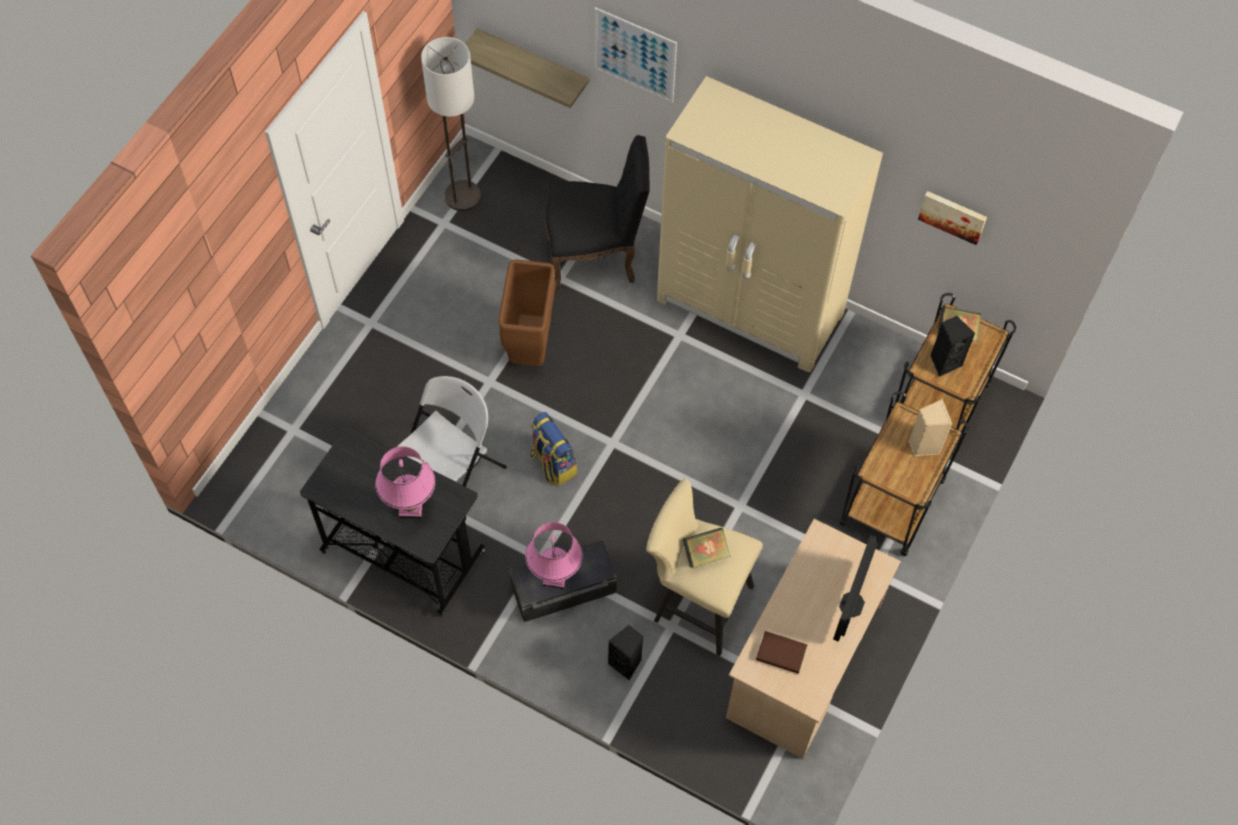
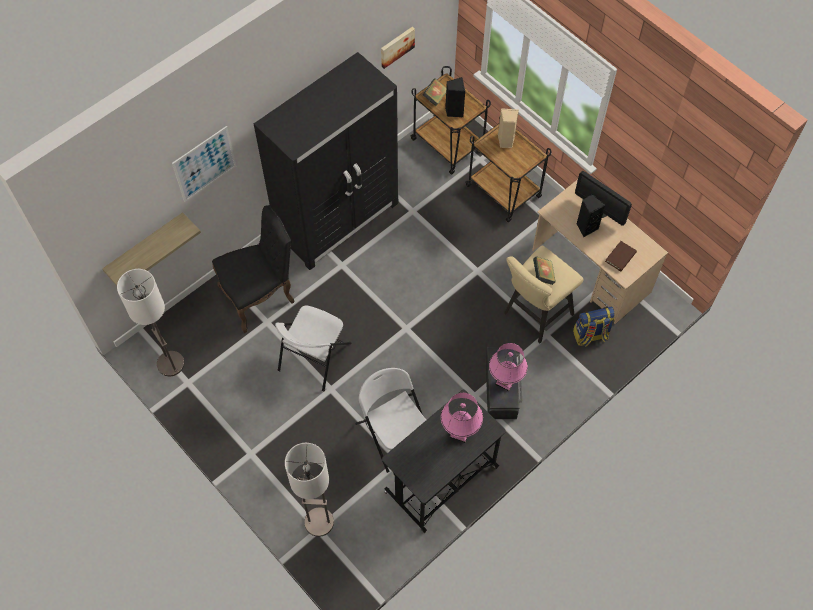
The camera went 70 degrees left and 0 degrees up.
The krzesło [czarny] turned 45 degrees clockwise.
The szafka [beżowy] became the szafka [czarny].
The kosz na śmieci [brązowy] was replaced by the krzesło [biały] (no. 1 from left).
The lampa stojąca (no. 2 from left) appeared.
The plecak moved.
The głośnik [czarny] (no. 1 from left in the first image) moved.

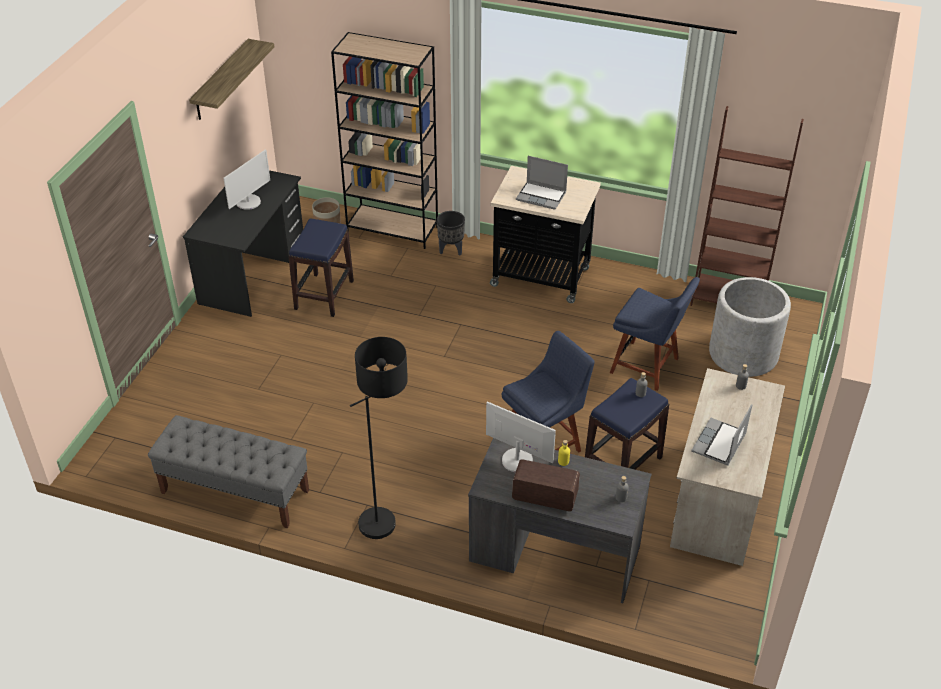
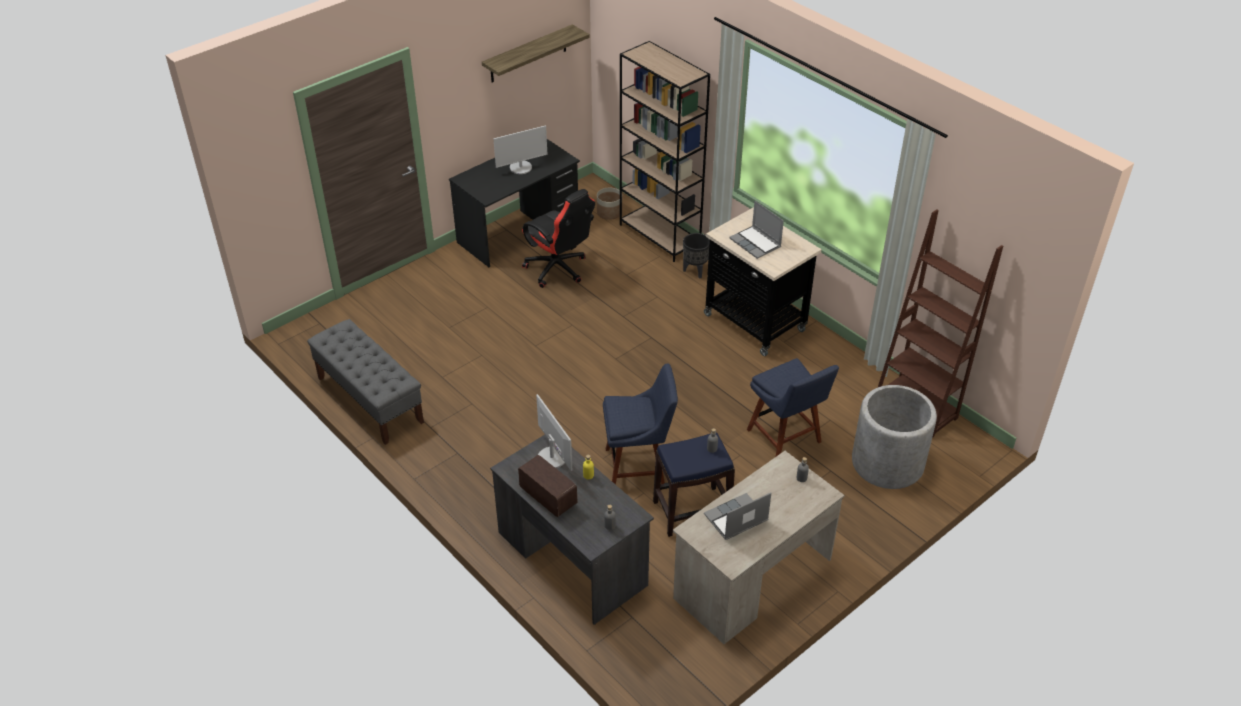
The camera went 30 degrees right and 0 degrees up.
The stołek (no. 1 from left) was replaced by the krzesło biurowe [czarny].
The lampa stojąca [czarny] disappeared.

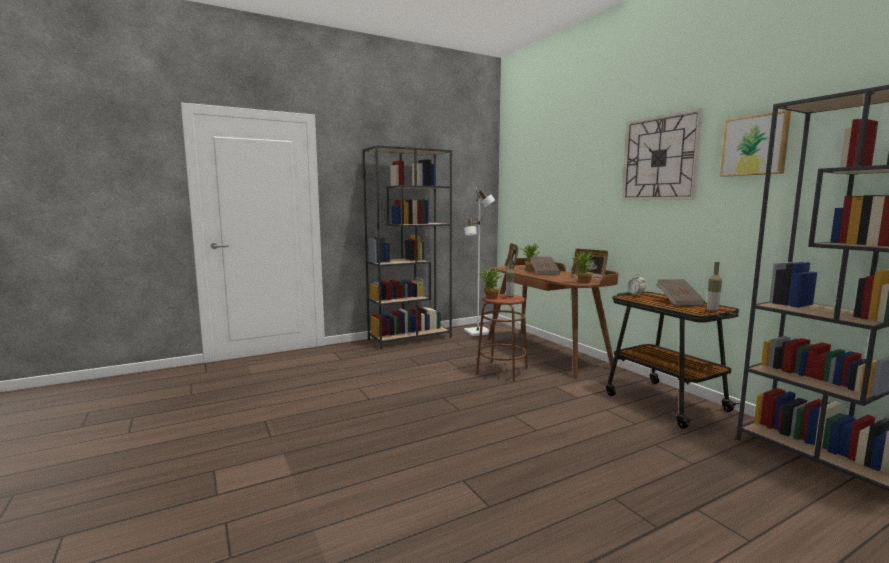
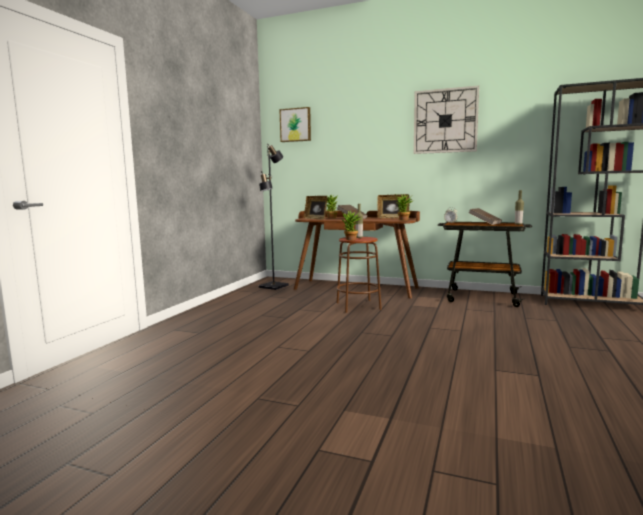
The camera went 40 degrees left and 0 degrees up.
The lampa stojąca [biały] became the lampa stojąca [czarny].
The obraz moved.
The regał (no. 1 from left) disappeared.

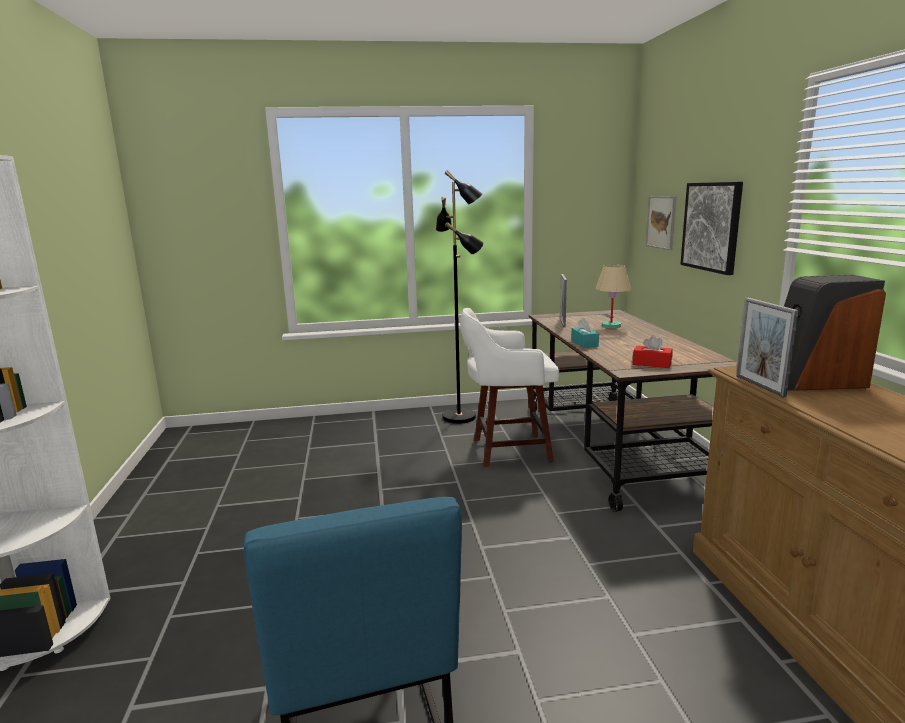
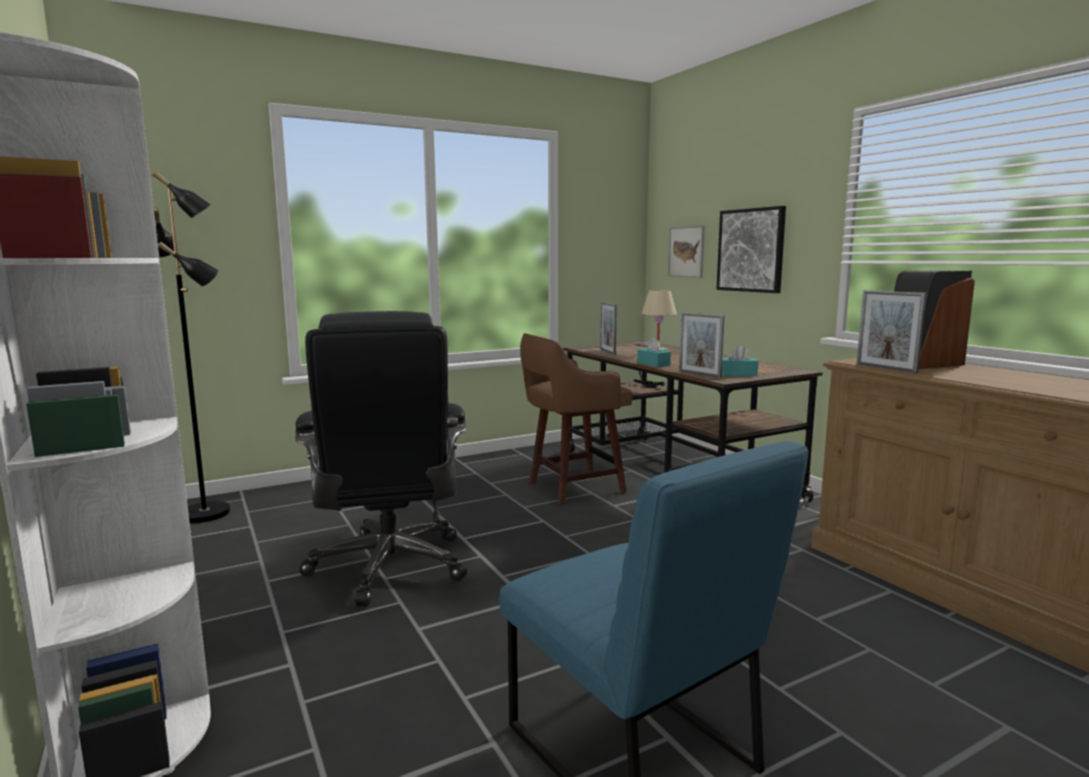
The camera went 20 degrees left and 5 degrees down.
The lampa stojąca [czarny] moved.
The krzesło biurowe [czarny] appeared.
The stołek [biały] became the stołek [brązowy].
The ramka na zdjęcie (no. 2 from left) appeared.
The pudełko chusteczek [czerwony] became the pudełko chusteczek [turkusowy] (no. 2 from left).

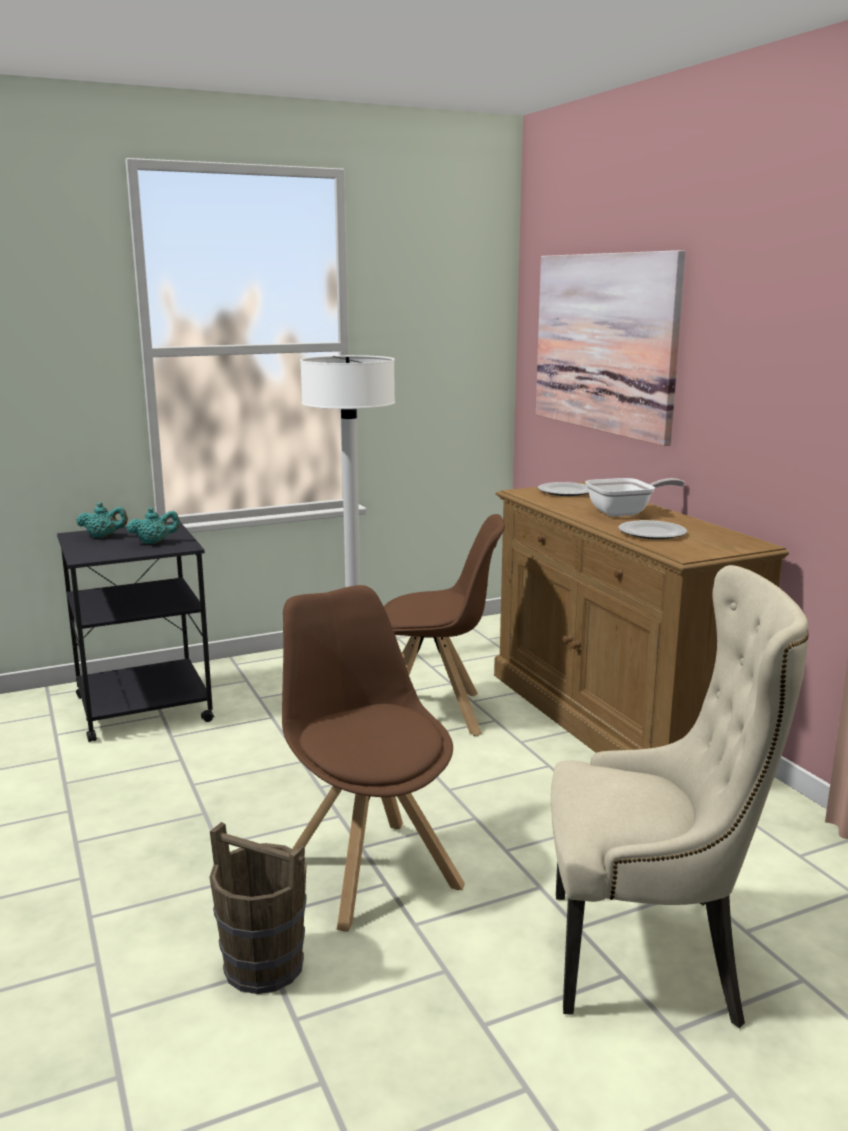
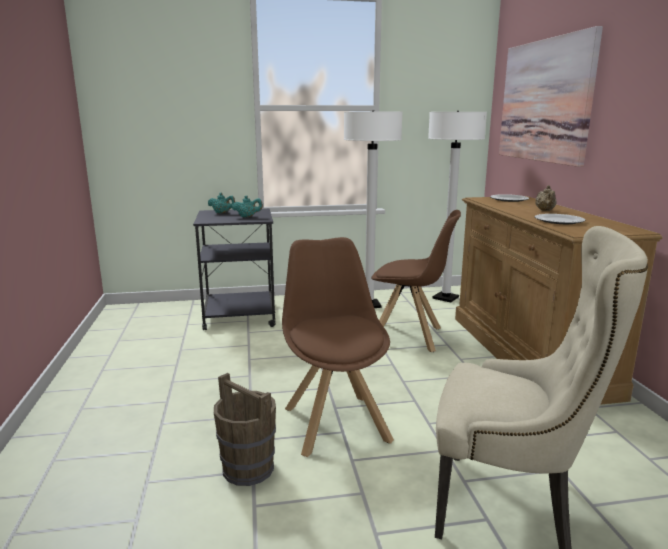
The camera went 15 degrees right and 0 degrees up.
The lampa stojąca [biały] (no. 2 from left) appeared.
The patelnia was replaced by the imbryk [beżowy].

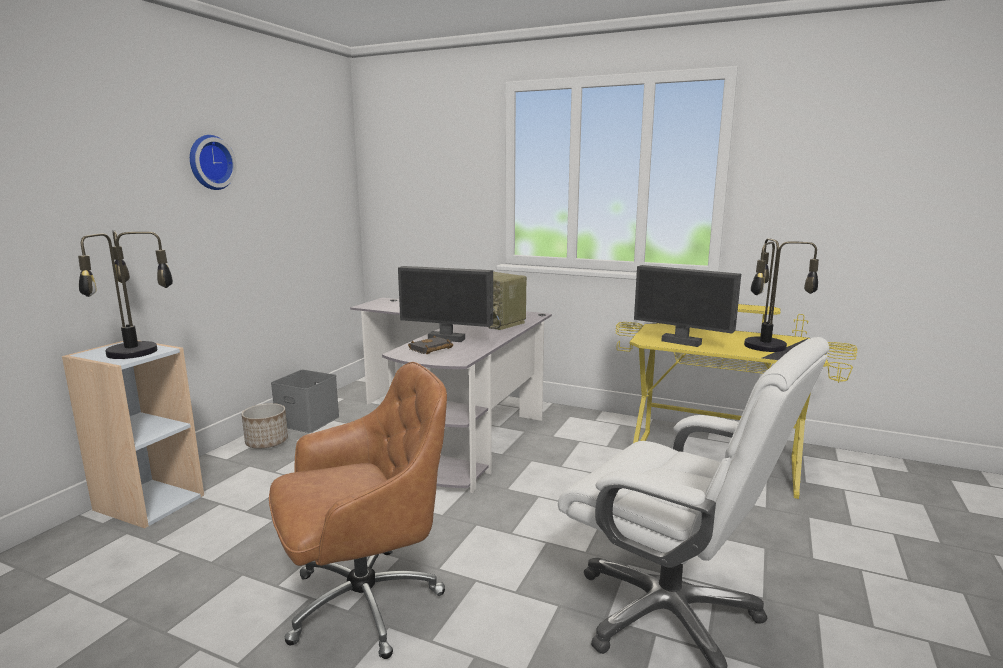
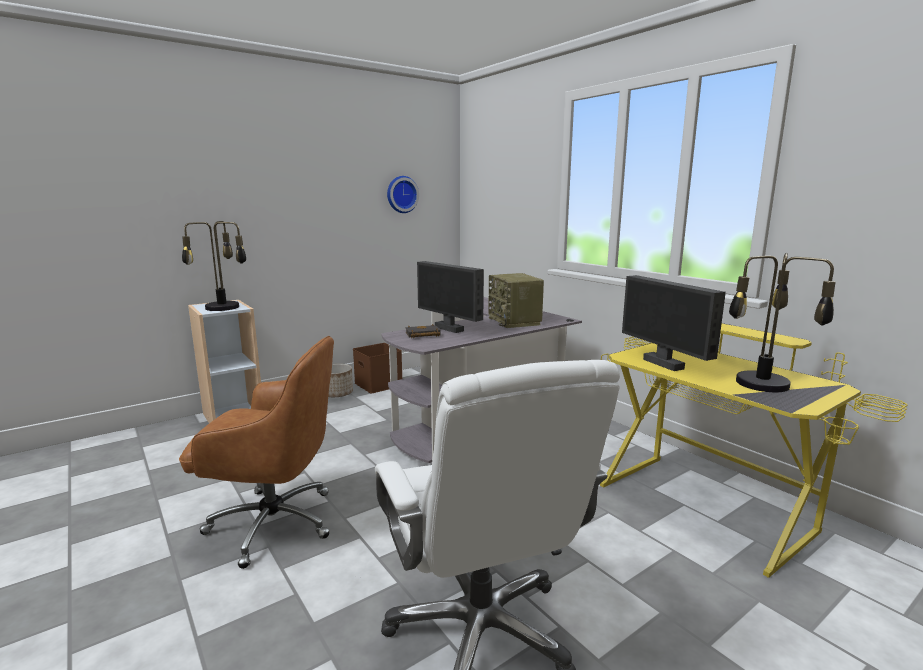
The camera went 30 degrees right and 0 degrees up.
The pojemnik do przechowywania [szary] became the pojemnik do przechowywania [brązowy].
The zegar ścienny moved.

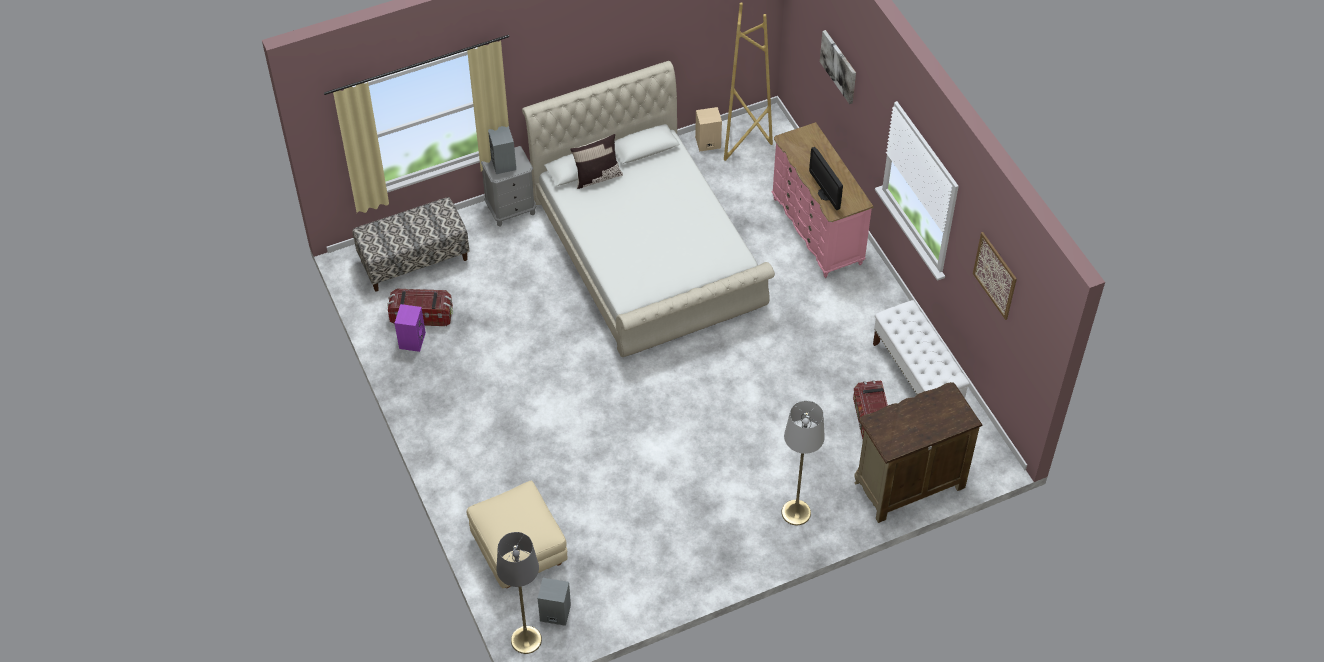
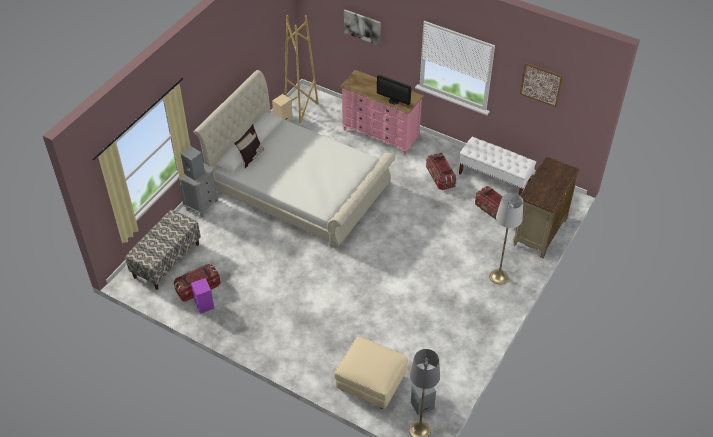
The camera went 35 degrees left and 5 degrees down.
The pojemnik do przechowywania (no. 2 from left) appeared.

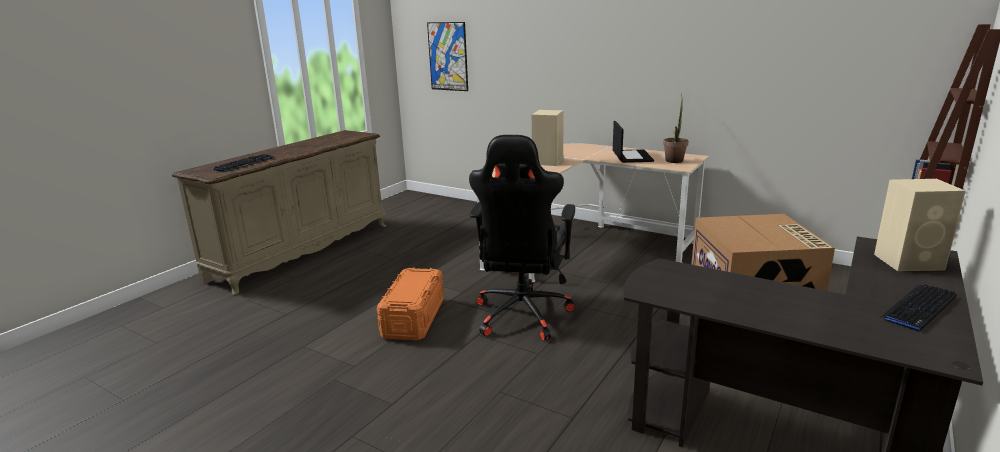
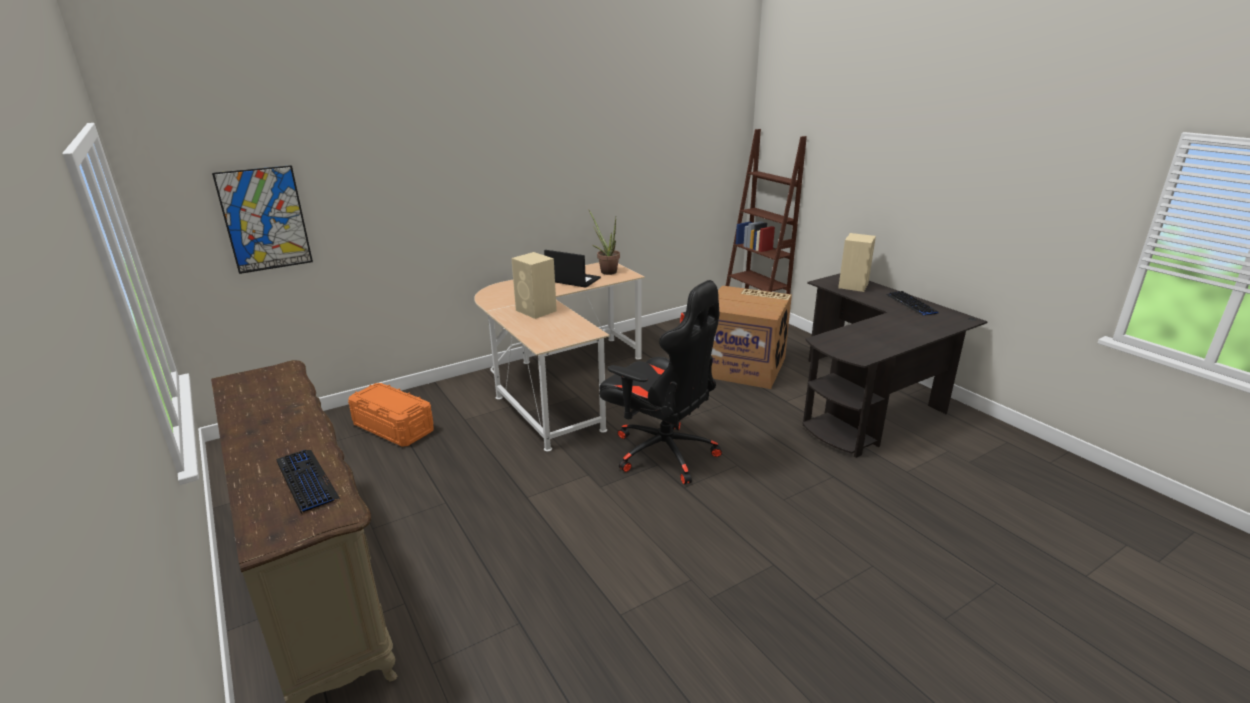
The camera went 65 degrees left and 5 degrees up.
The pojemnik do przechowywania [pomarańczowy] moved.

